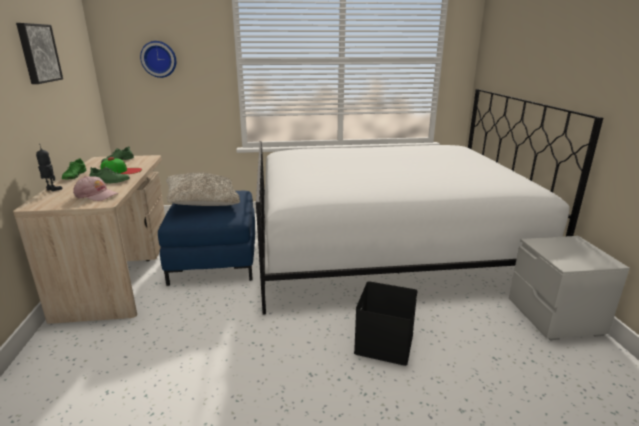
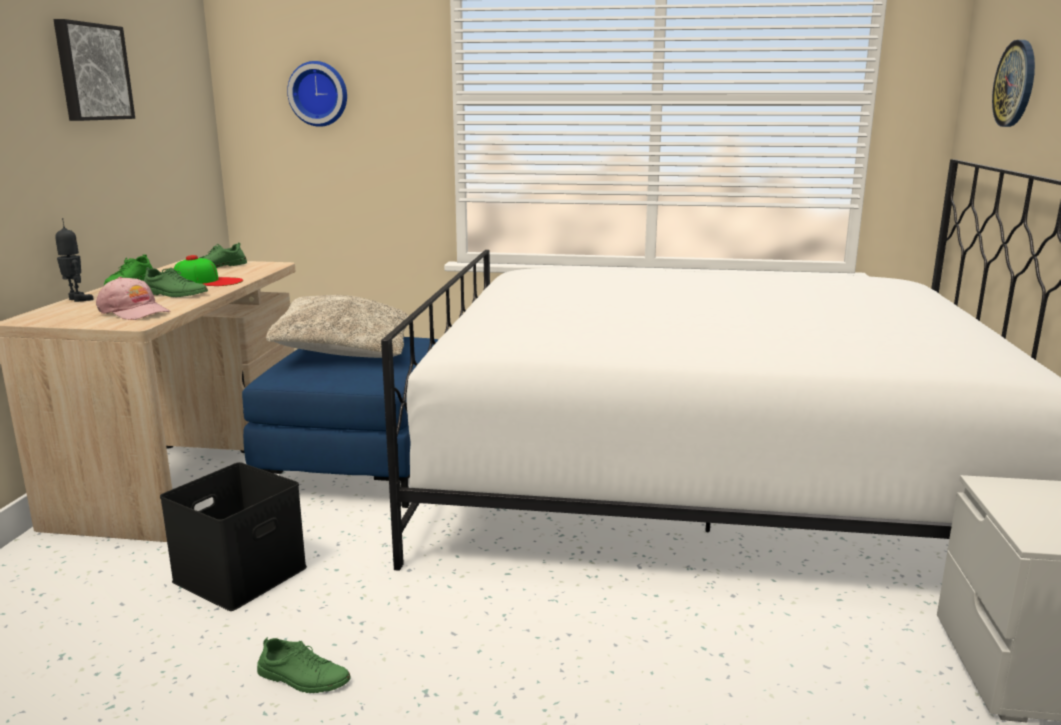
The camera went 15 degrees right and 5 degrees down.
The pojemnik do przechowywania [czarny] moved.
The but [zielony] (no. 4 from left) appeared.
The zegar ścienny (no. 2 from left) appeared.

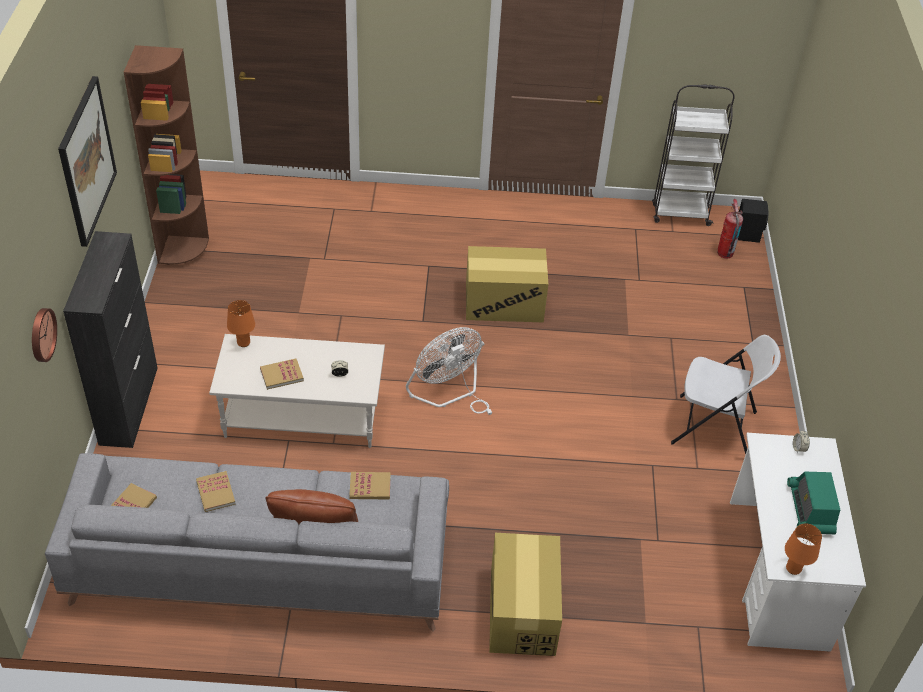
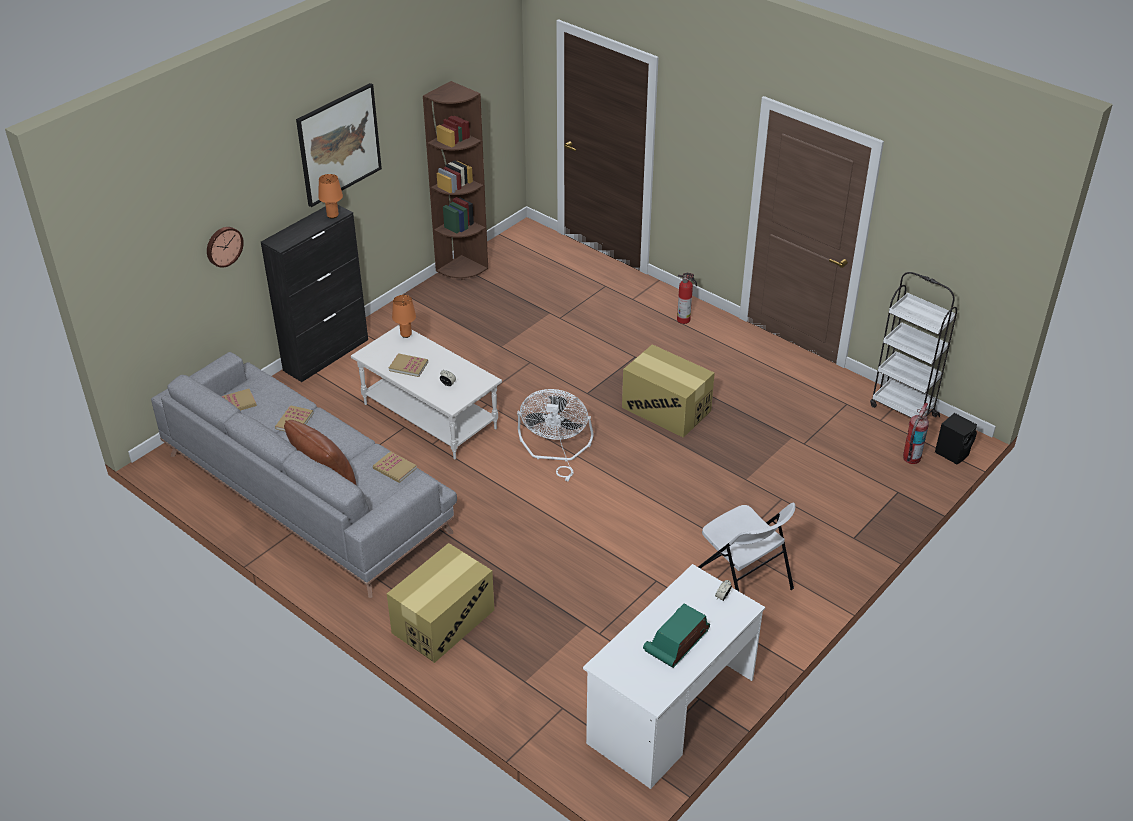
The camera went 40 degrees right and 5 degrees down.
The lampa stołowa [pomarańczowy] (no. 2 from left in the first image) moved.
The gaśnica (no. 1 from left) appeared.

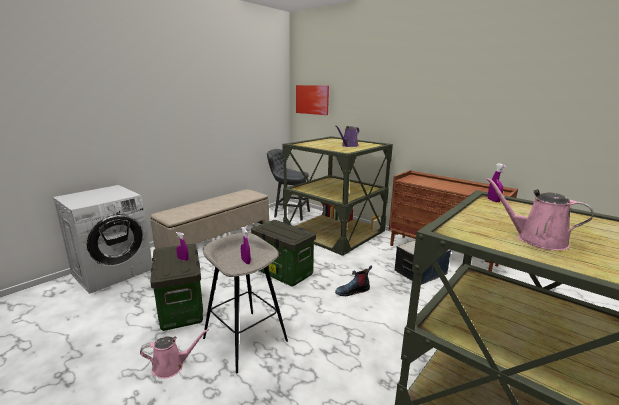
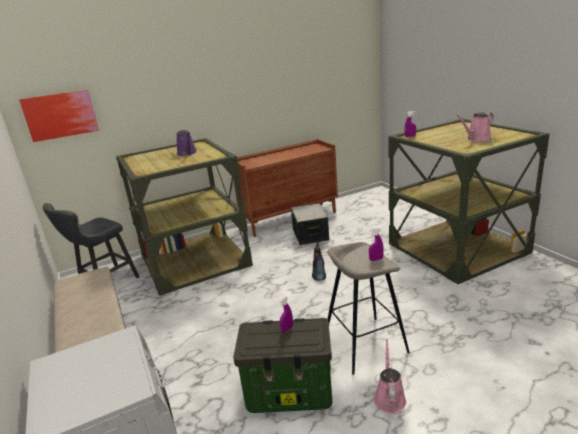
The camera went 65 degrees left and 5 degrees up.
The pojemnik do przechowywania (no. 2 from left) disappeared.

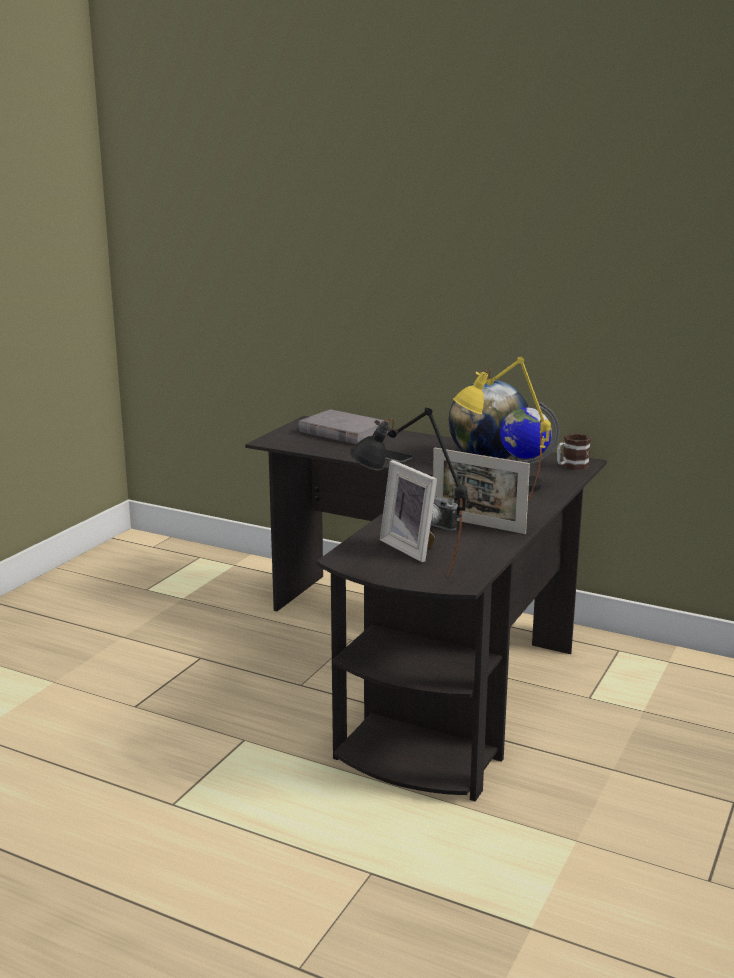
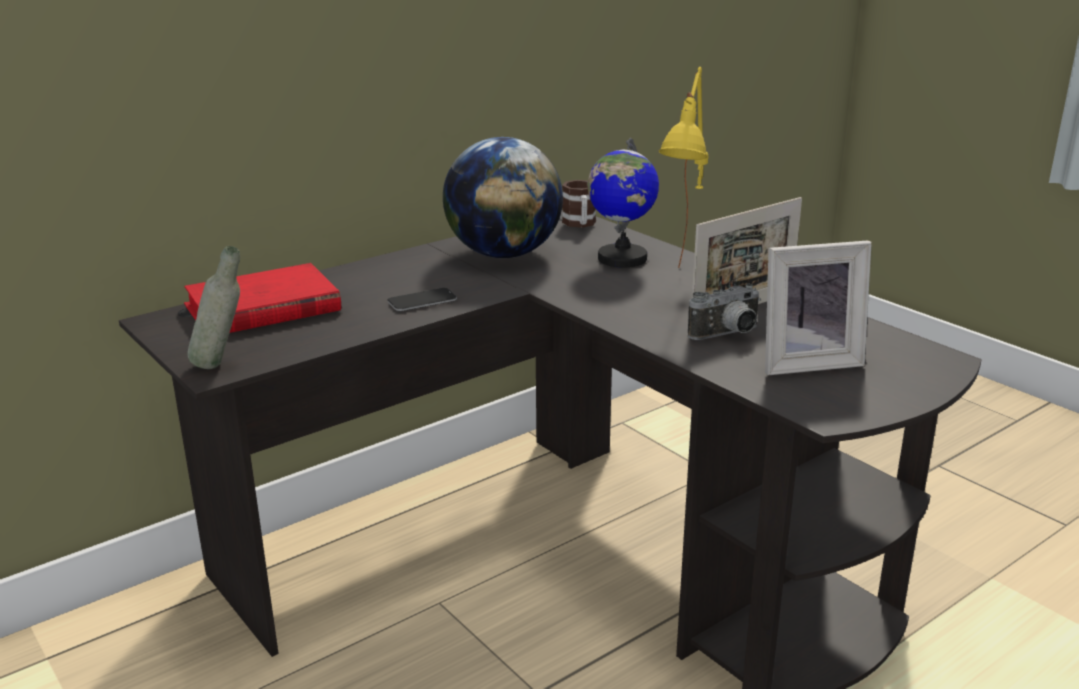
The camera went 65 degrees left and 5 degrees up.
The książka [szary] became the książka [czerwony].
The butelka [szary] appeared.
The lampa stołowa [czarny] disappeared.

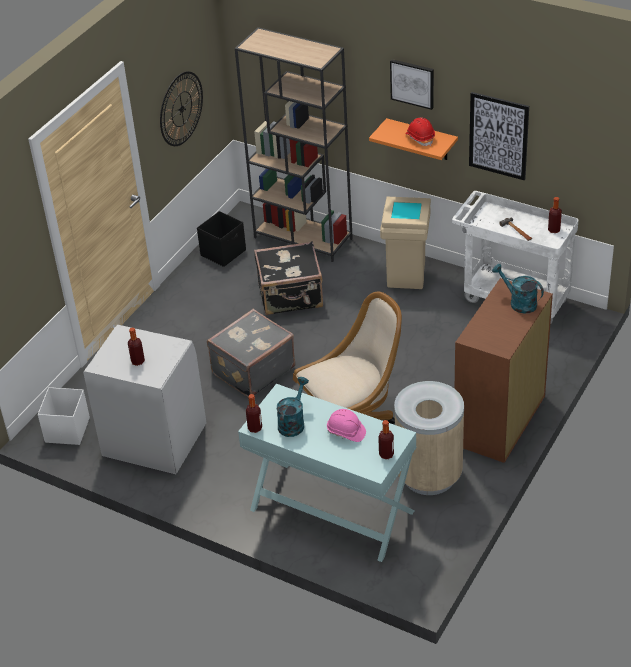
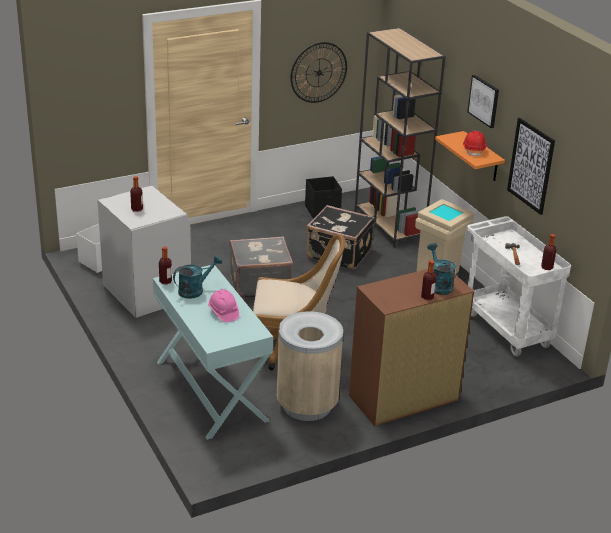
The camera went 30 degrees right and 10 degrees down.
The butelka (no. 3 from left) moved.

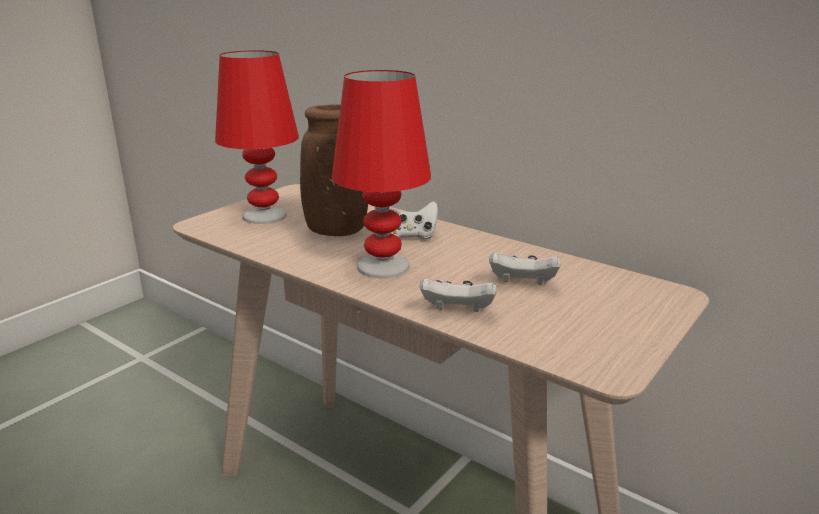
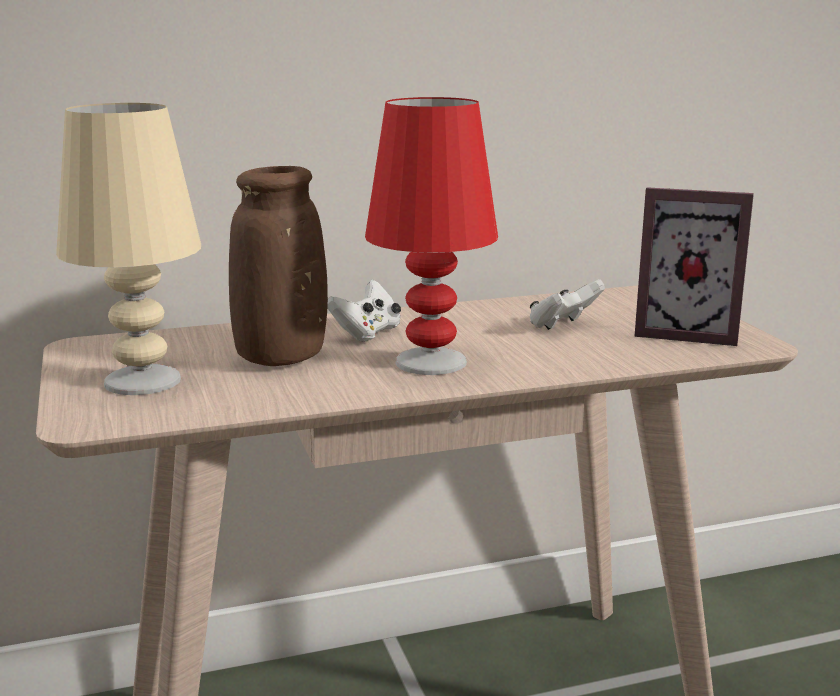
The camera went 55 degrees left and 5 degrees down.
The lampa stołowa [czerwony] (no. 1 from left) became the lampa stołowa [beżowy].
The ramka na zdjęcie appeared.
The pad do gier [biały] (no. 2 from left) disappeared.

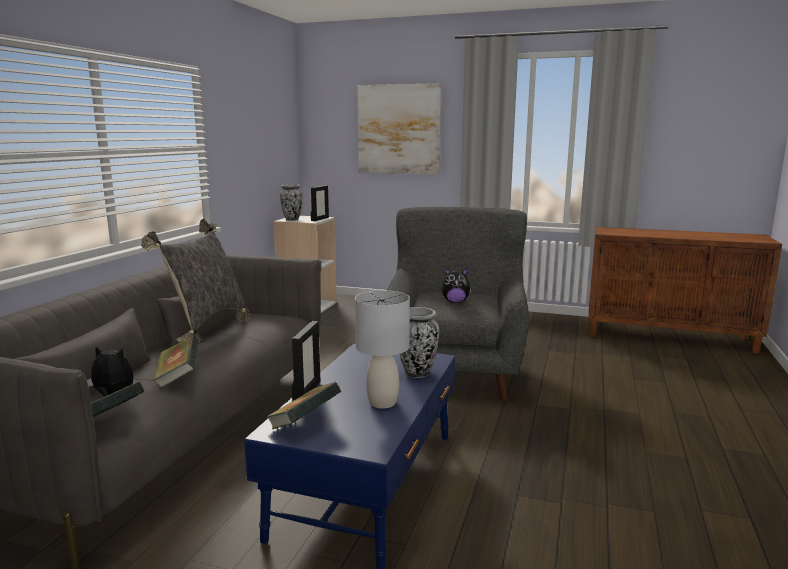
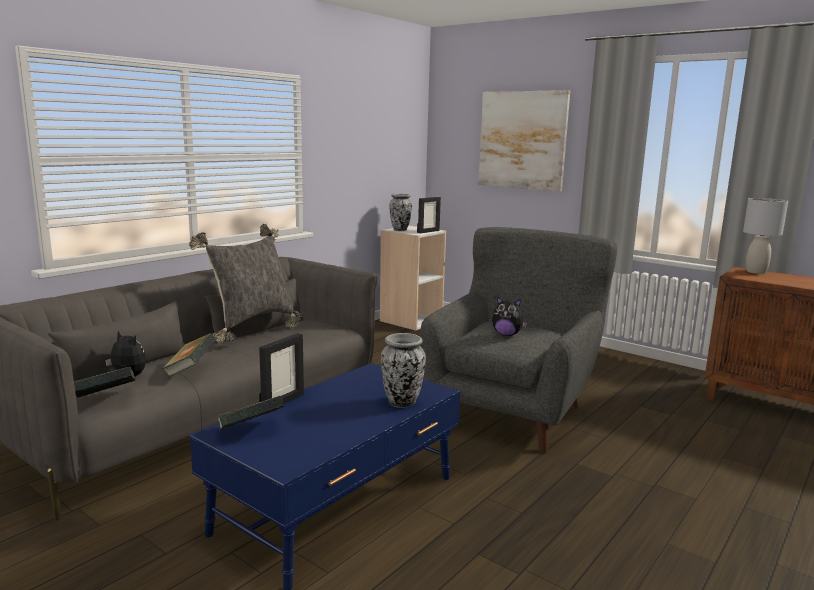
The camera went 20 degrees right and 0 degrees up.
The lampa stołowa [szary] moved.

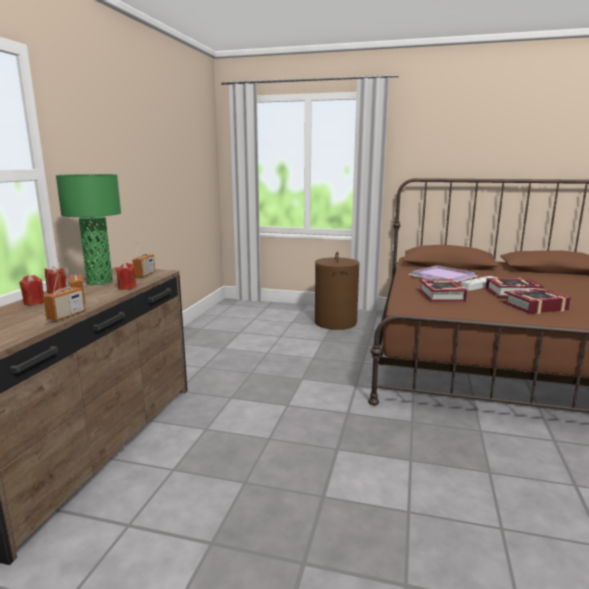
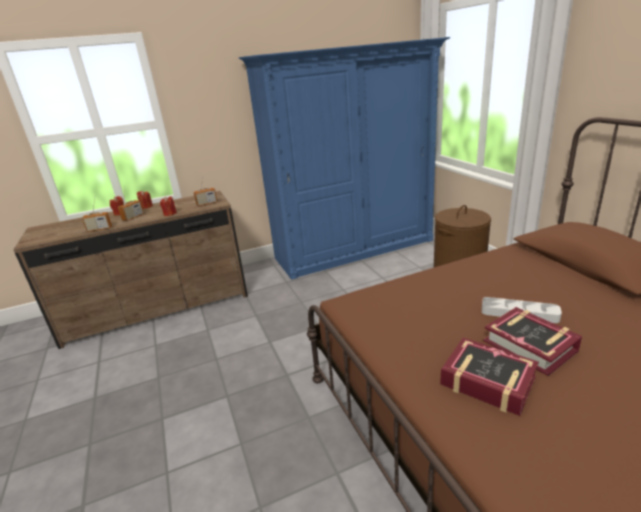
The camera went 55 degrees right and 10 degrees up.
The szafa [niebieski] appeared.
The lampa stołowa [zielony] disappeared.
The taca [fioletowy] disappeared.
The książka (no. 1 from left) disappeared.

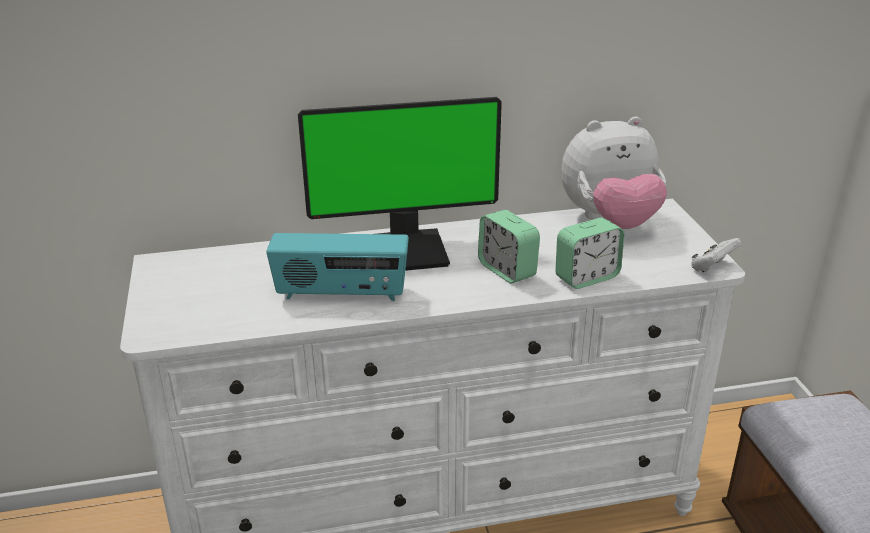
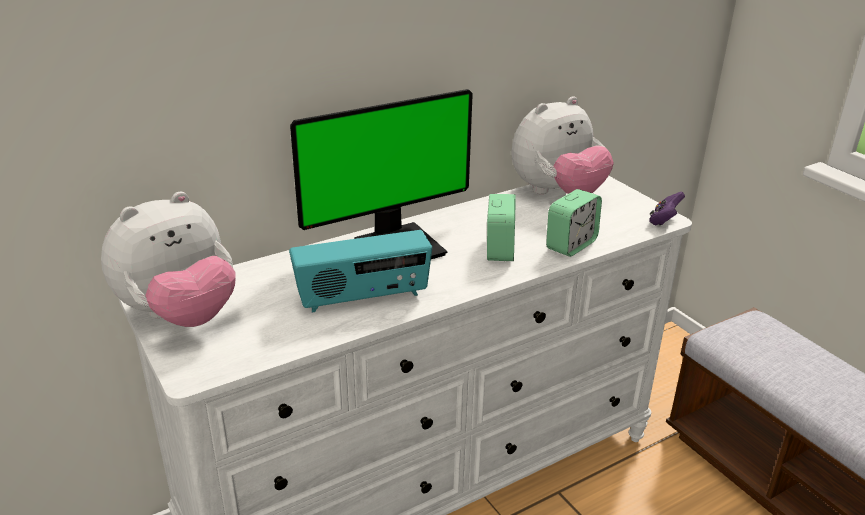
The camera went 20 degrees left and 0 degrees up.
The pluszak (no. 1 from left) appeared.
The budzik (no. 1 from left) turned 120 degrees counterclockwise.
The pad do gier [biały] became the pad do gier [fioletowy].

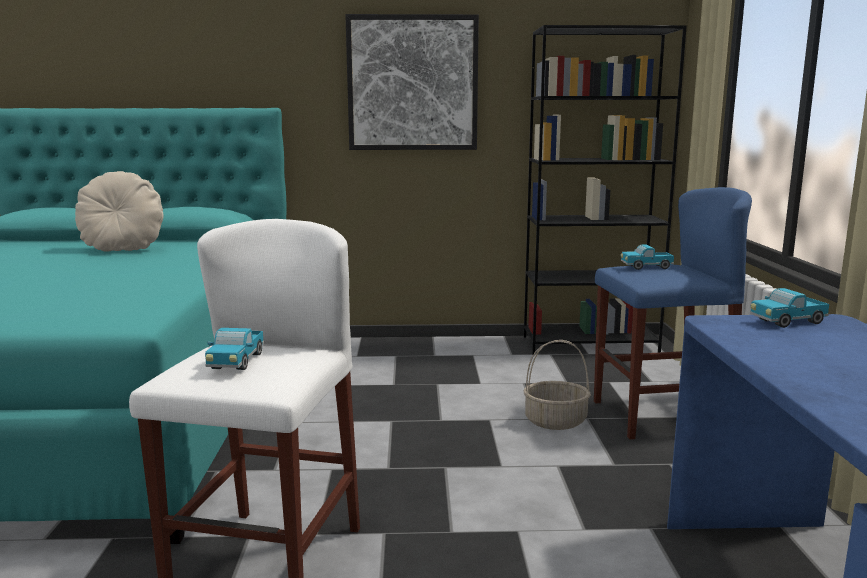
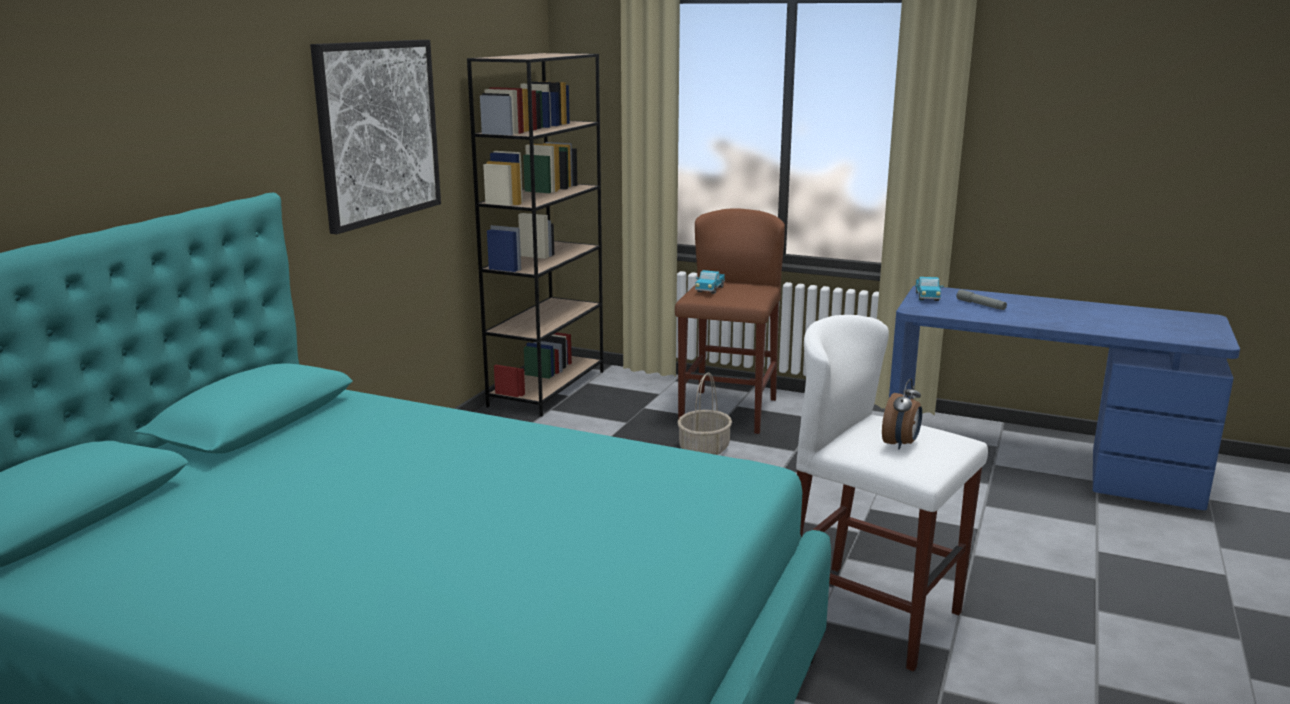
The camera went 65 degrees left and 5 degrees up.
The regał [czarny] became the regał [beżowy].
The stołek [niebieski] became the stołek [brązowy].
The ciężarówka zabawkowa (no. 1 from left) was replaced by the budzik.
The latarka [szary] appeared.
The poduszka [beżowy] disappeared.

